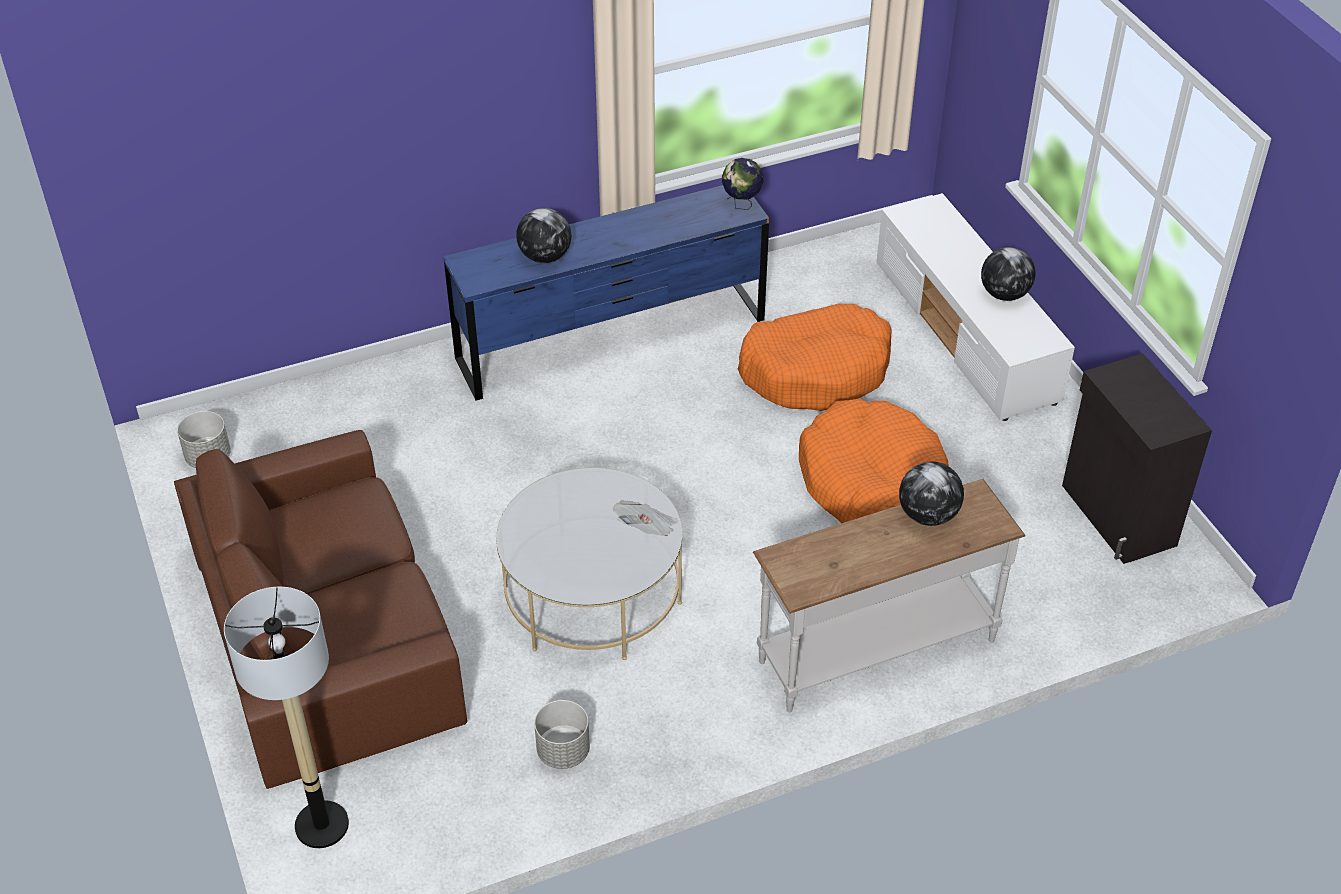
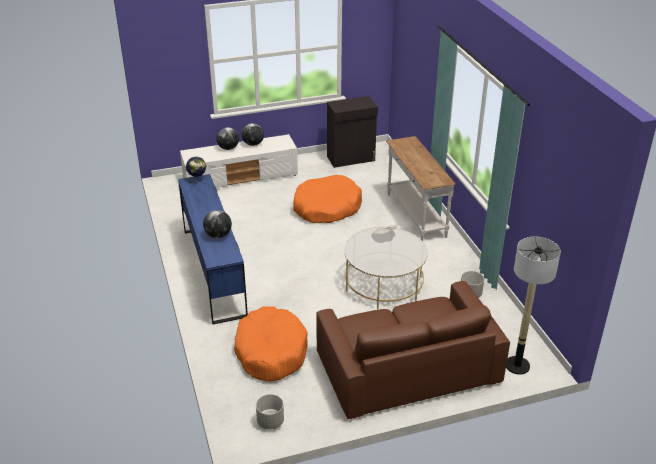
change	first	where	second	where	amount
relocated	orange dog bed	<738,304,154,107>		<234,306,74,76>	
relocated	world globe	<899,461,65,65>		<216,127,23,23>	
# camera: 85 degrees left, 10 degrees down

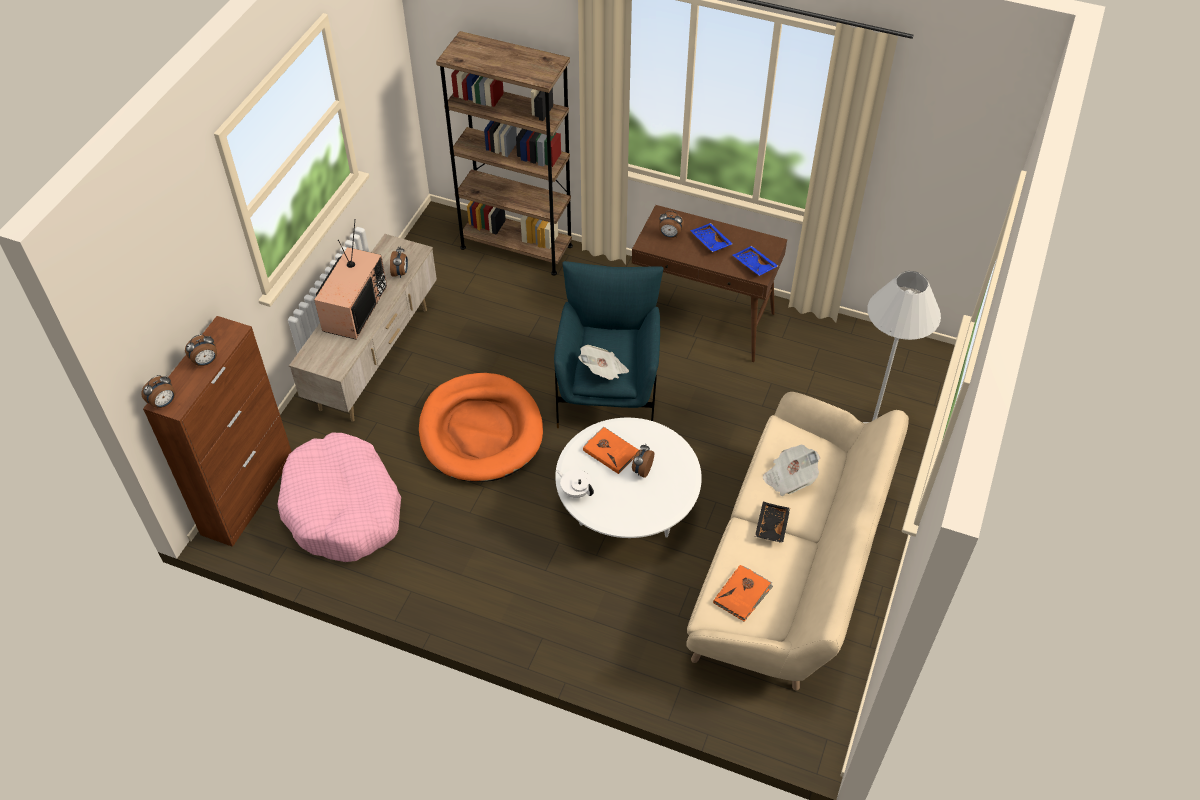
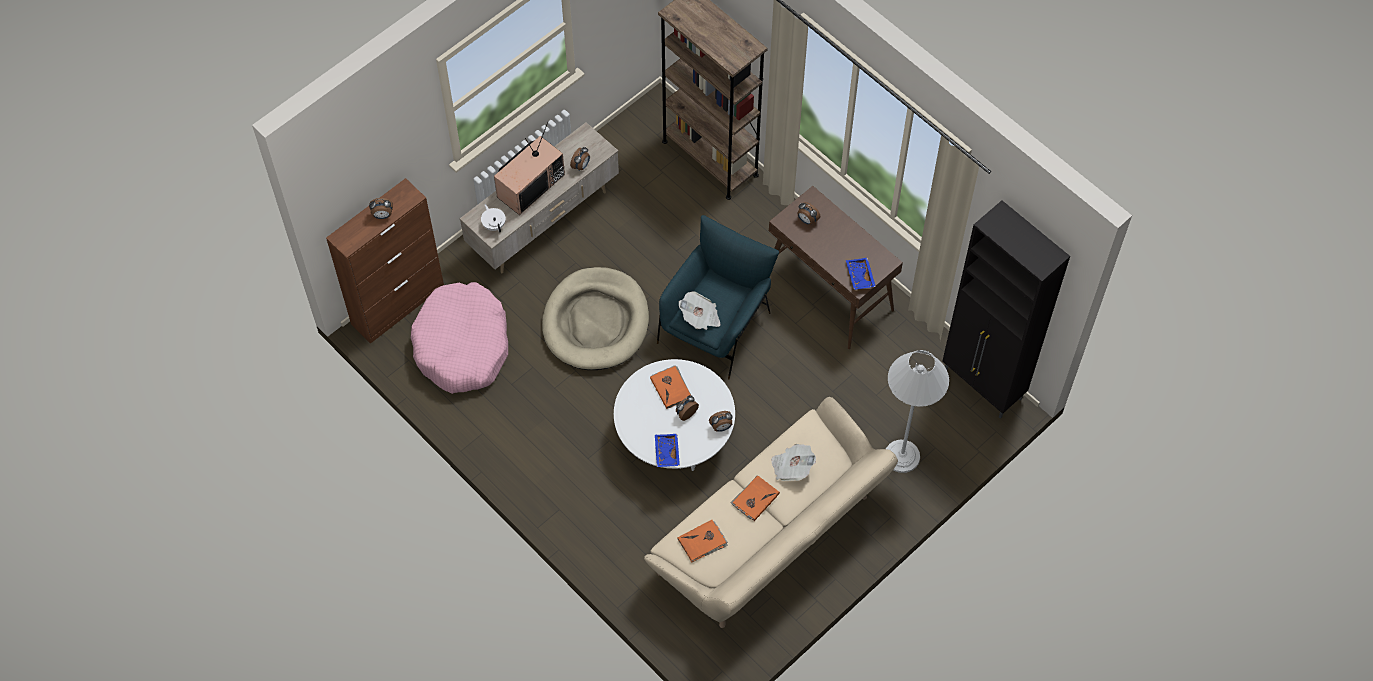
change	first	where	second	where	amount
relocated	alarm clock	<141,375,34,34>		<709,411,24,21>	
colour	orange dog bed	<419,373,124,109>	beige dog bed	<542,267,107,103>	
relocated	white-coloured pot for tea	<557,470,37,28>		<481,204,25,29>	
relocated	blue carrying tray	<690,223,43,29>		<655,434,25,33>	
exchanged	blackish carrying tray	<755,502,35,41>	orange bound book	<730,475,50,46>	
appeared			blackish cupboard	<942,200,128,219>	
# camera: 25 degrees right, 10 degrees up

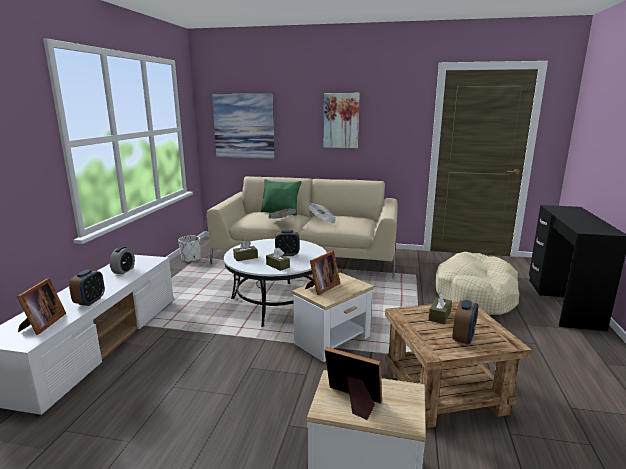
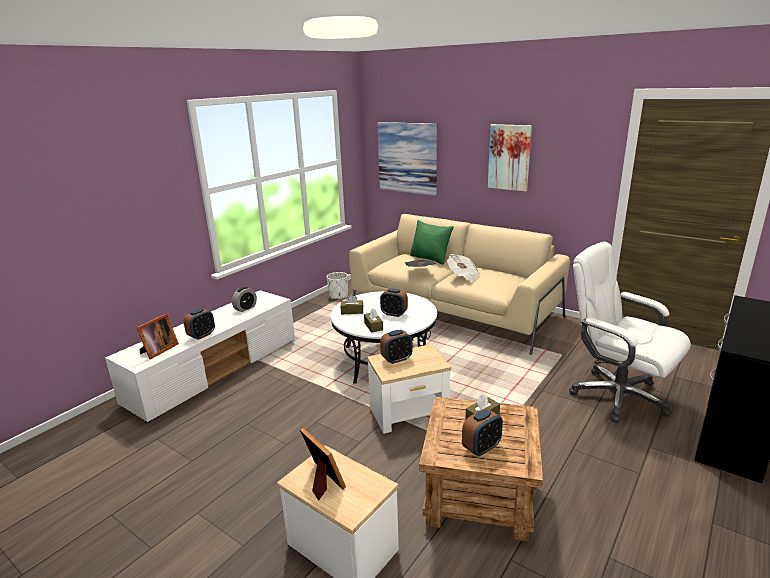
change	first	where	second	where	amount
exchanged	photo frame	<305,251,35,44>	alarm clock	<380,330,32,34>	
exchanged	beige dog bed	<435,252,84,63>	white-coloured office chair	<569,242,122,181>	
# camera: 25 degrees right, 5 degrees up

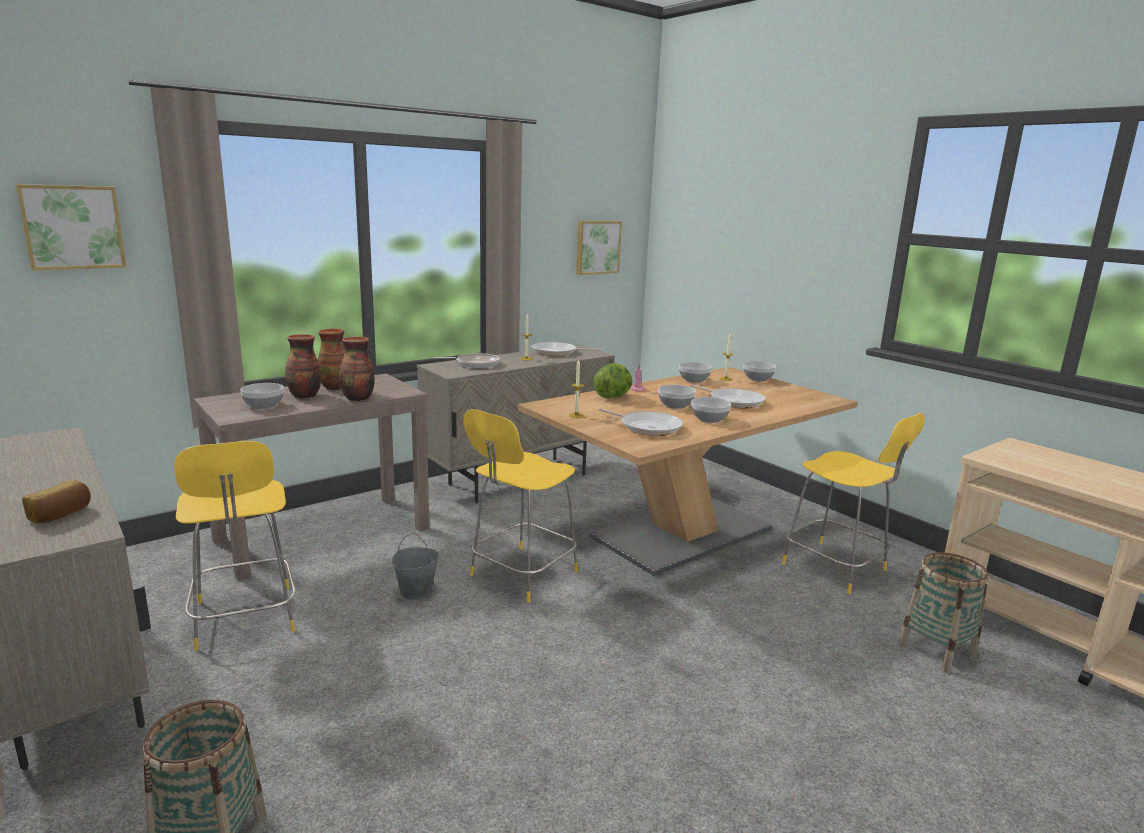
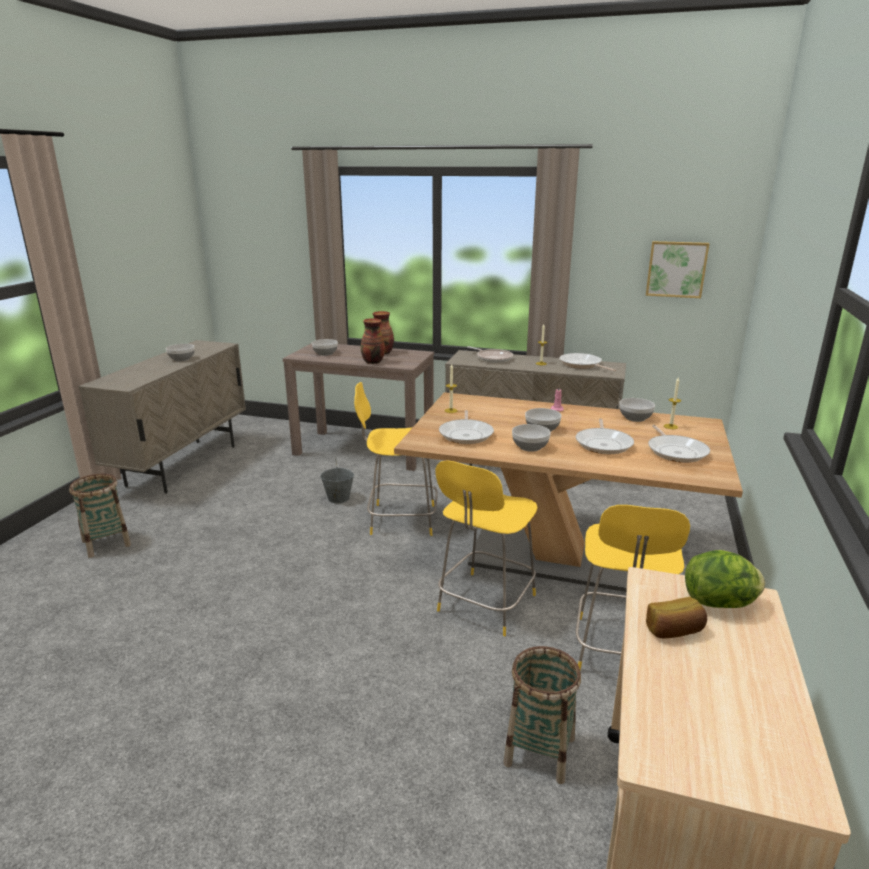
change	first	where	second	where	amount
missing	wall picture	<16,184,110,86>			
relocated	bakery bread	<22,480,69,43>		<646,597,61,41>	
relocated	yellowish chair	<174,441,122,209>		<435,460,103,176>	
missing	vase	<285,334,36,65>			
relocated	lettuce	<593,363,39,35>		<685,550,80,58>	
relocated	deep dish	<743,361,33,20>		<166,344,29,17>	
appeared			frying pan	<648,425,62,38>	
# camera: 55 degrees right, 5 degrees up

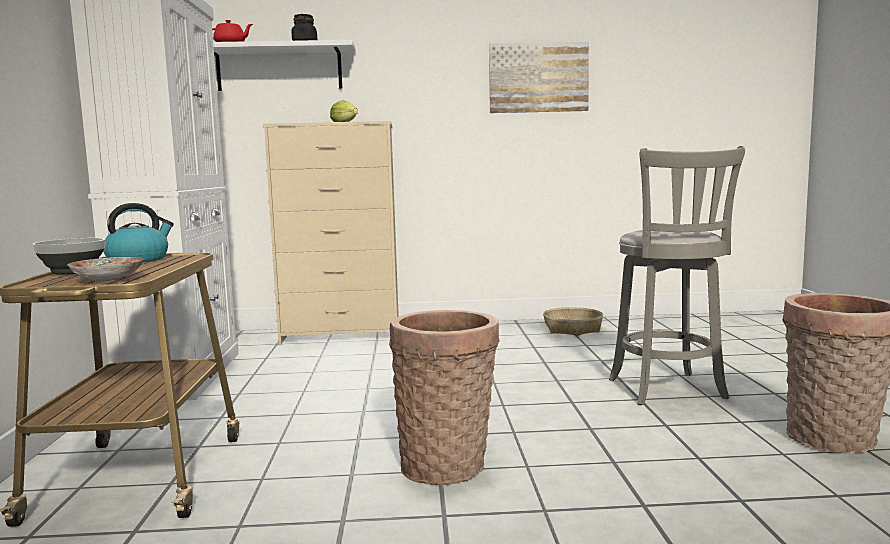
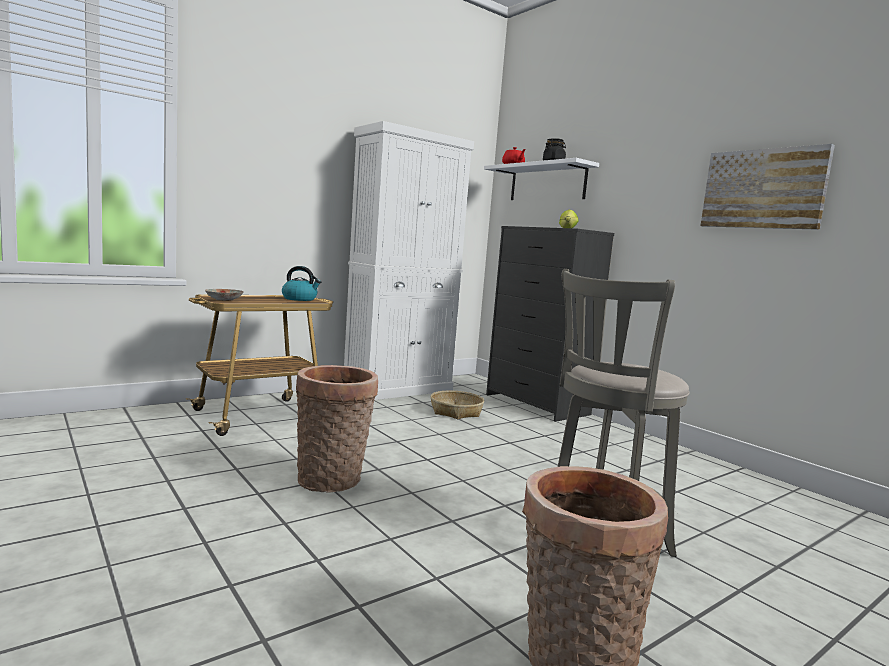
change	first	where	second	where	amount
missing	deep dish	<32,238,73,37>			
colour	beige drawer chest	<263,121,136,223>	blackish drawer chest	<486,226,128,196>	
relocated	basket	<543,307,60,29>		<431,391,53,28>	
# camera: 55 degrees right, 0 degrees up

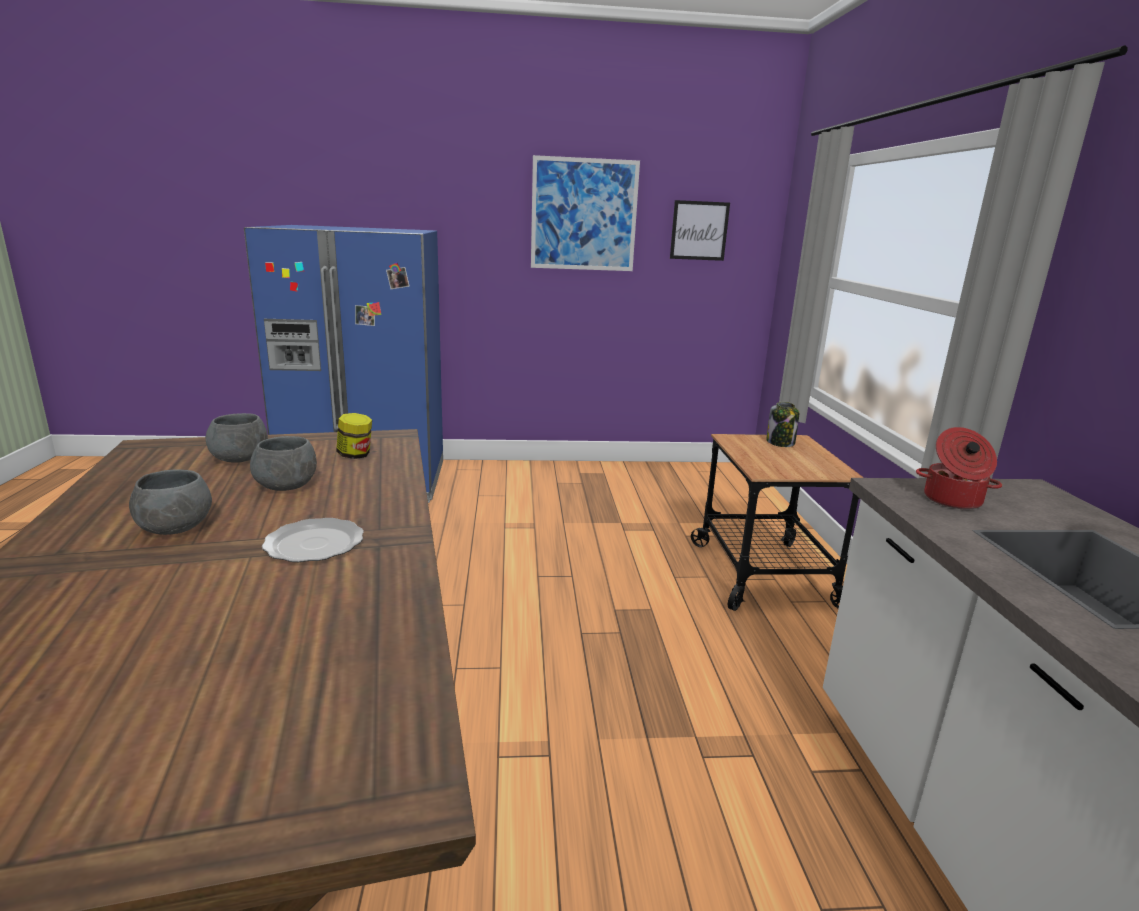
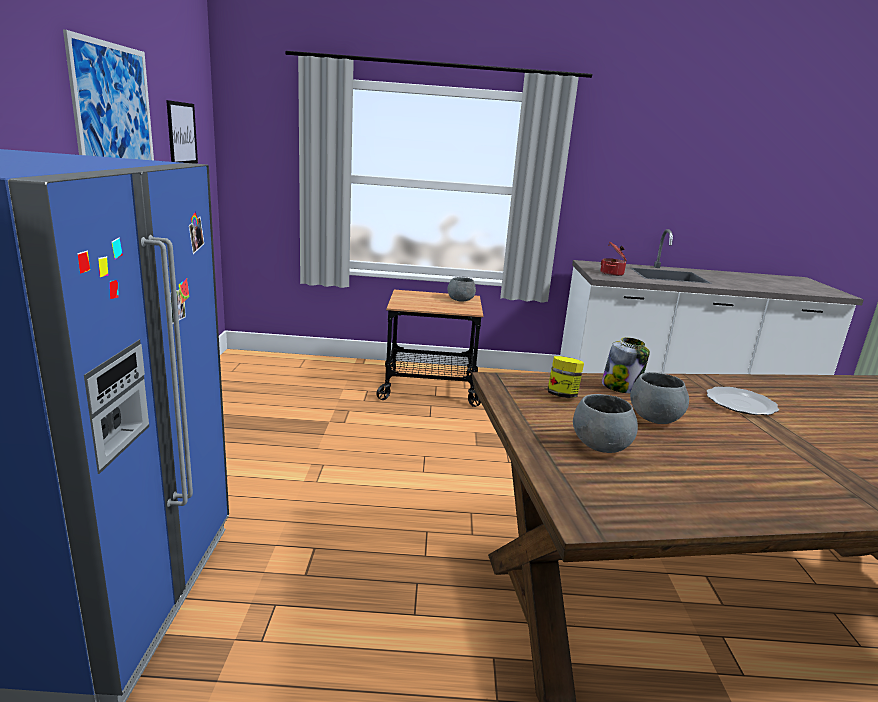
change	first	where	second	where	amount
relocated	grey deep dish	<129,469,83,66>		<448,277,28,25>	
relocated	jar	<766,402,33,45>		<602,337,48,56>	
# camera: 85 degrees left, 0 degrees up

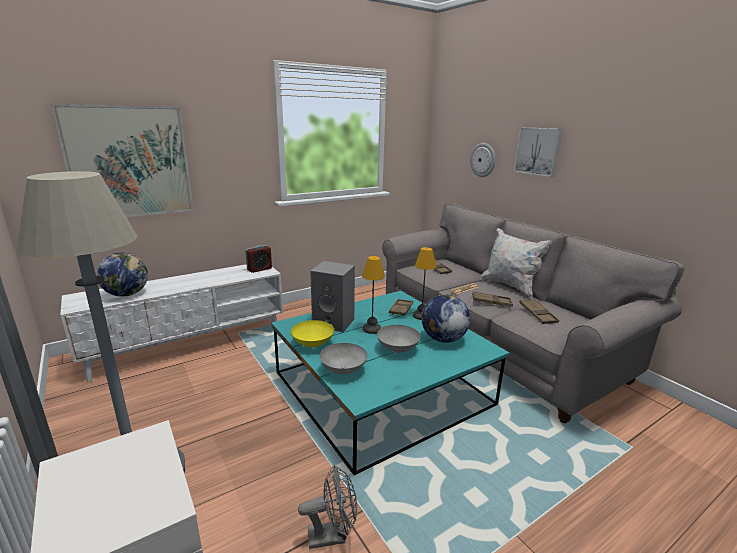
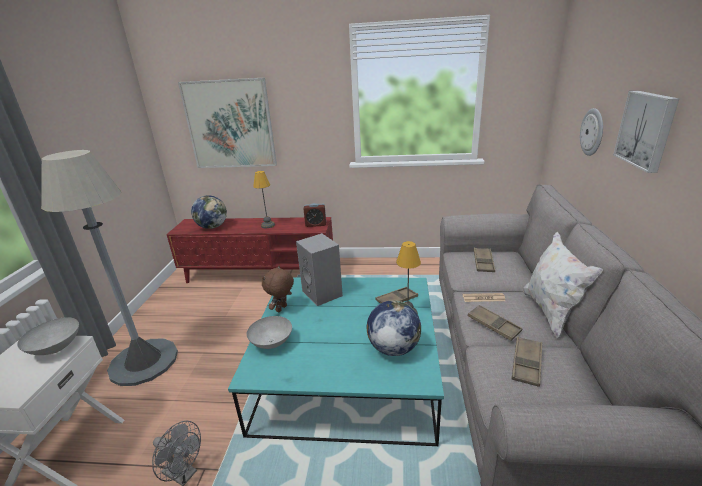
change	first	where	second	where	amount
colour	white-coloured tv unit	<60,264,223,118>	red tv unit	<166,217,167,66>	
exchanged	yellowish deep dish	<291,320,43,28>	brownish plush toy	<262,265,32,47>	
relocated	lamp for a table	<362,256,23,78>		<253,171,22,57>	
relocated	grey deep dish	<377,325,44,28>		<17,317,62,38>	
# camera: 40 degrees right, 5 degrees up

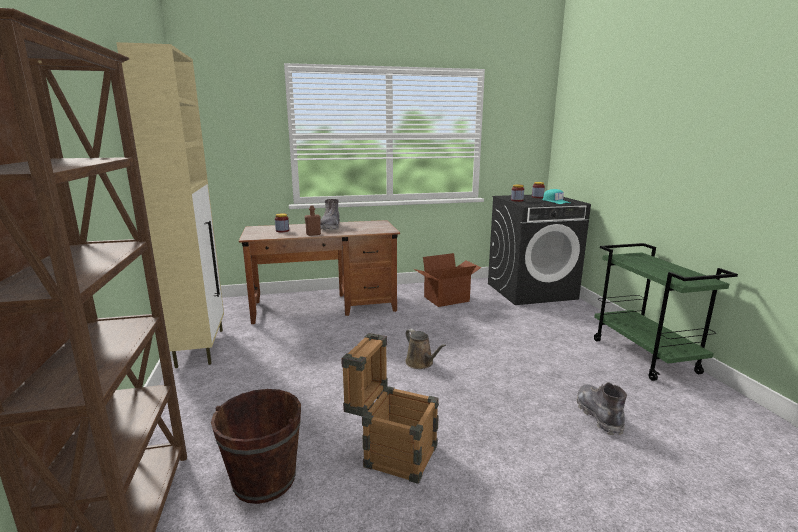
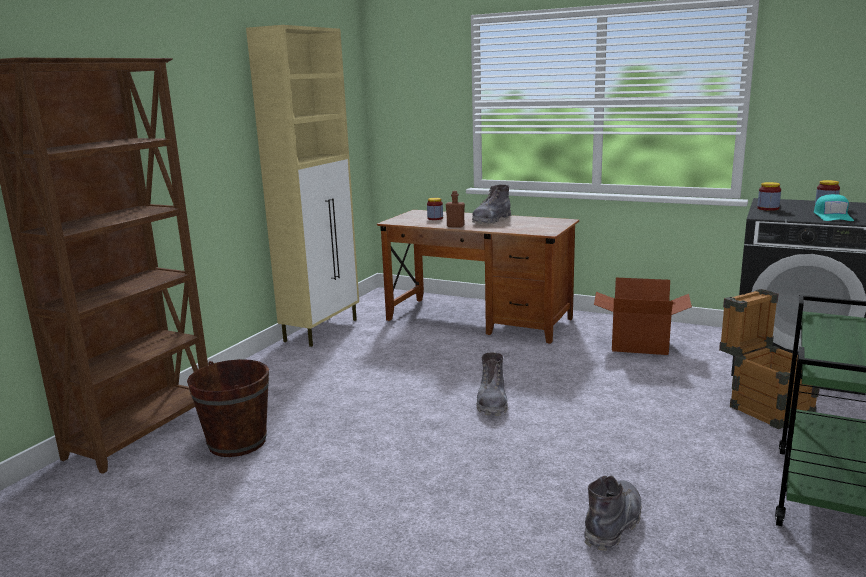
change	first	where	second	where	amount
relocated	packing crate	<341,333,98,151>		<719,289,101,140>	
exchanged	brownish watering pot	<405,329,41,40>	grey high-top boot	<476,352,32,64>	
# camera: 40 degrees right, 0 degrees up

